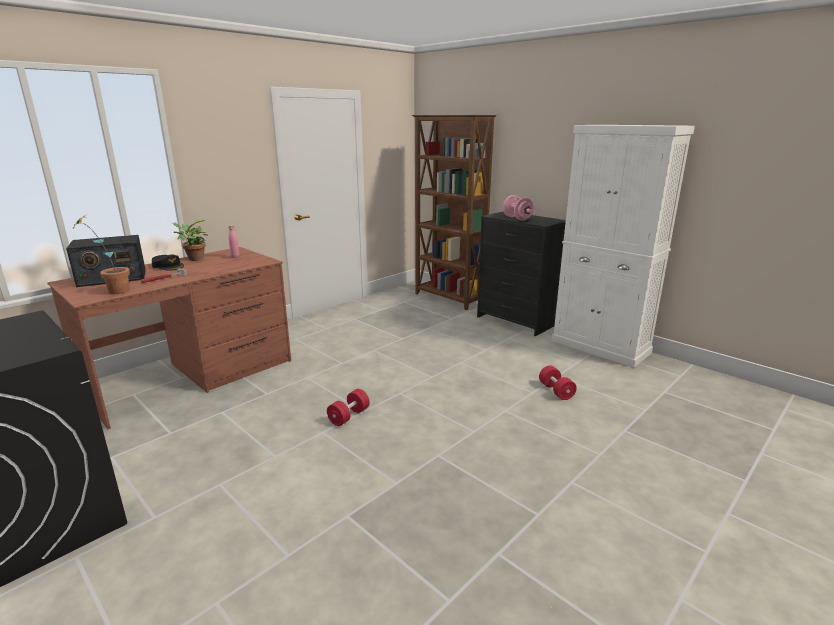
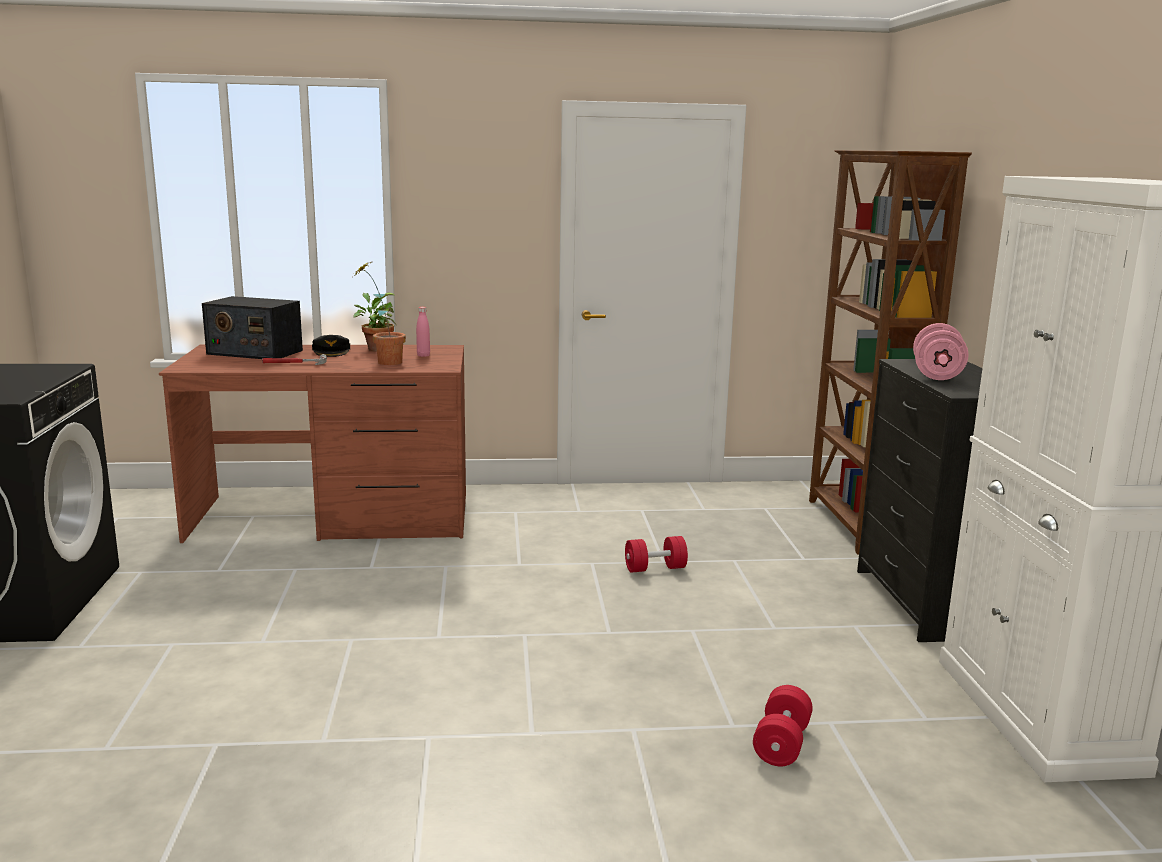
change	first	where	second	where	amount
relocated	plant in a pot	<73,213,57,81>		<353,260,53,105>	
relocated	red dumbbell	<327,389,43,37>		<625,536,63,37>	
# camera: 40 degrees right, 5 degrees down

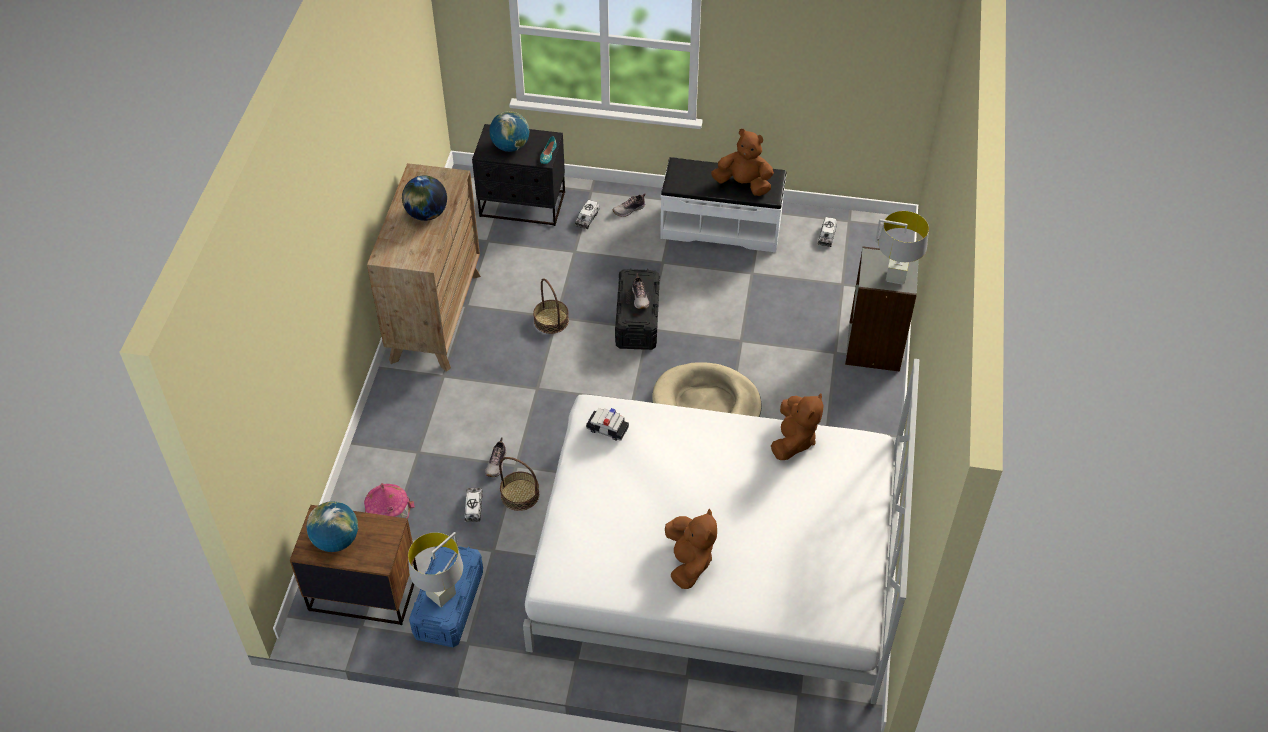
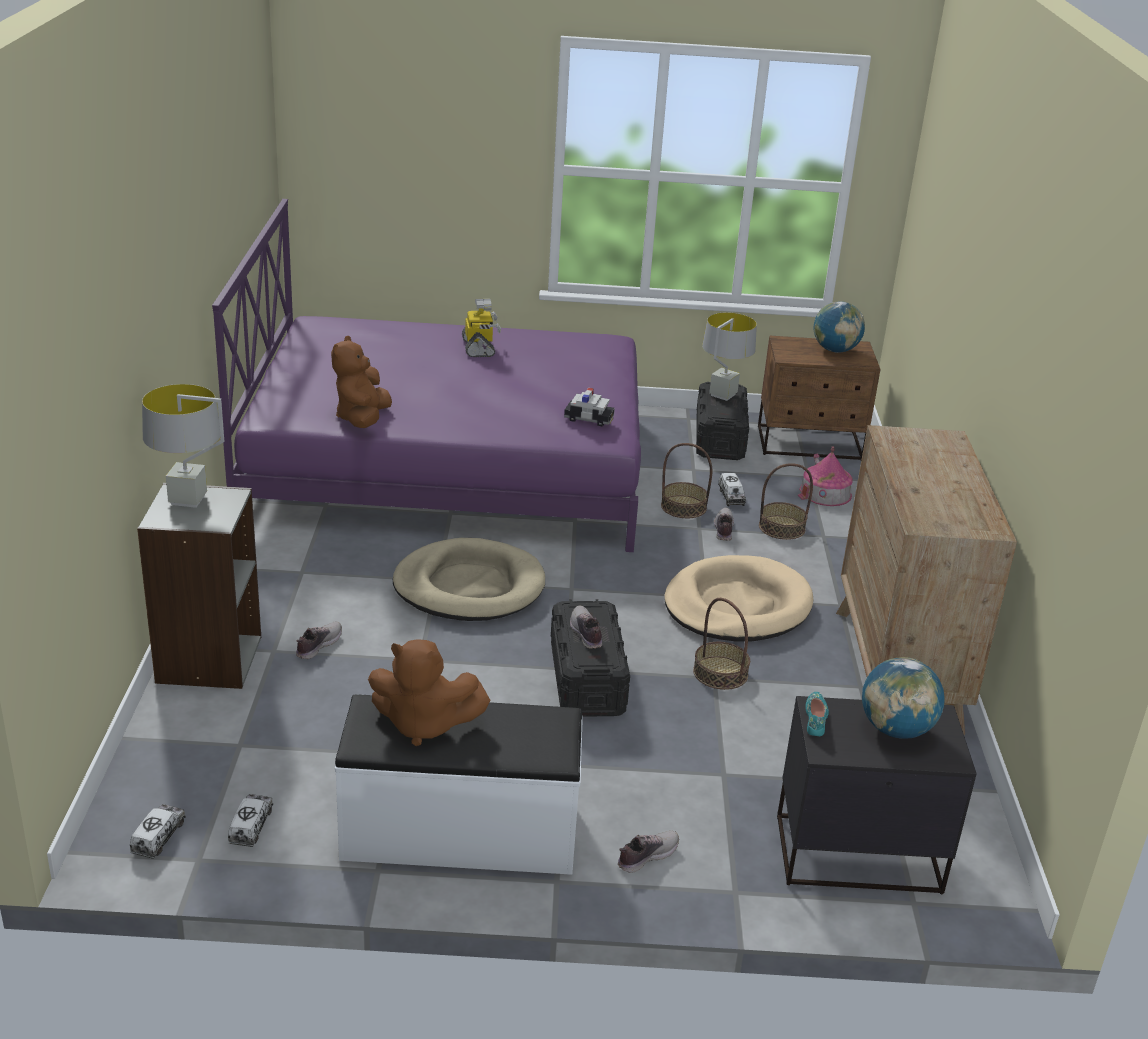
change	first	where	second	where	amount
missing	world globe	<402,175,45,46>			
colour	blue storage box	<409,546,74,101>	blackish storage box	<696,382,53,78>	
colour	white-coloured bedroom bed	<523,359,396,346>	purple-coloured bedroom bed	<212,199,429,353>	
relocated	toy lorry	<575,200,25,29>		<130,804,56,55>	
exchanged	brownish plush toy	<665,508,52,81>	model robot	<462,299,39,58>	
appeared			shoe	<296,621,46,38>	
appeared			beige dog bed	<664,555,150,87>	
appeared			basket	<759,463,54,77>	
# camera: 170 degrees right, 20 degrees down

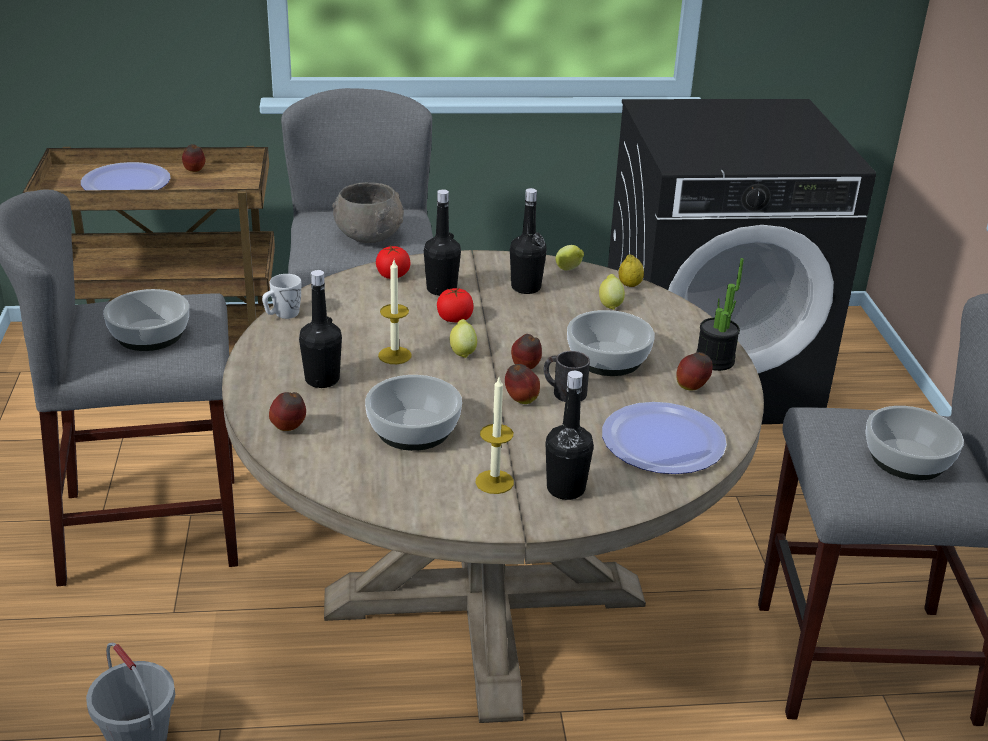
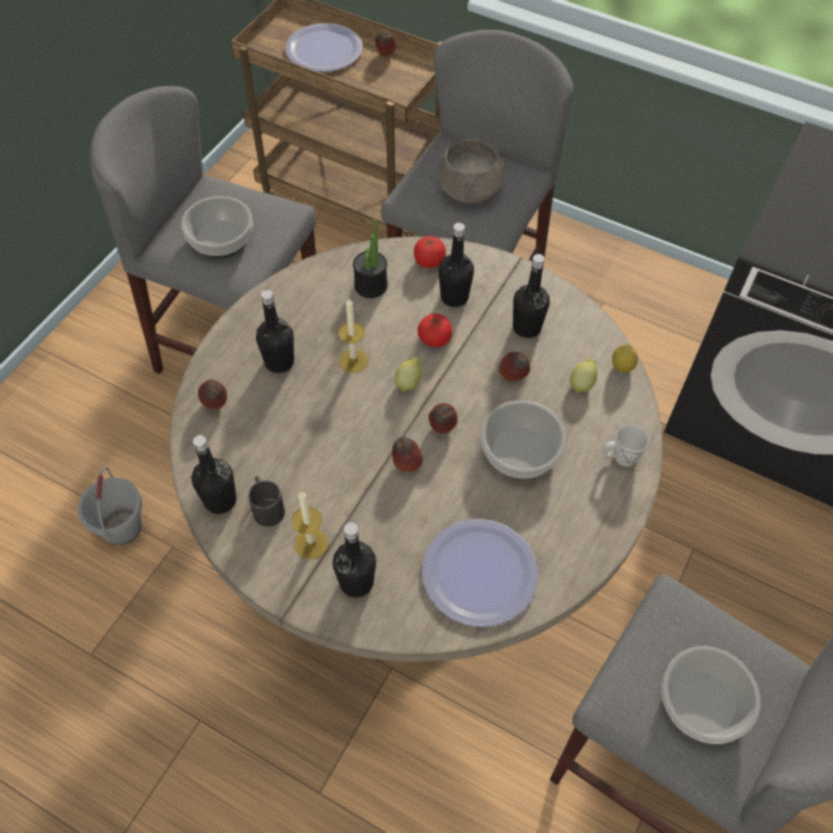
change	first	where	second	where	amount
relocated	white-coloured tea mug	<262,274,39,45>		<603,425,46,42>	
missing	deep dish	<365,375,97,76>			
relocated	blackish tea mug	<544,351,46,51>		<248,476,37,51>	
missing	lemon	<556,245,28,26>			
relocated	whole apple	<676,352,37,38>		<499,352,31,29>	
relocated	plant in a pot	<697,258,47,113>		<353,219,35,79>	
appeared			blackish beverage bottle	<191,435,46,79>	
# camera: 35 degrees right, 25 degrees up

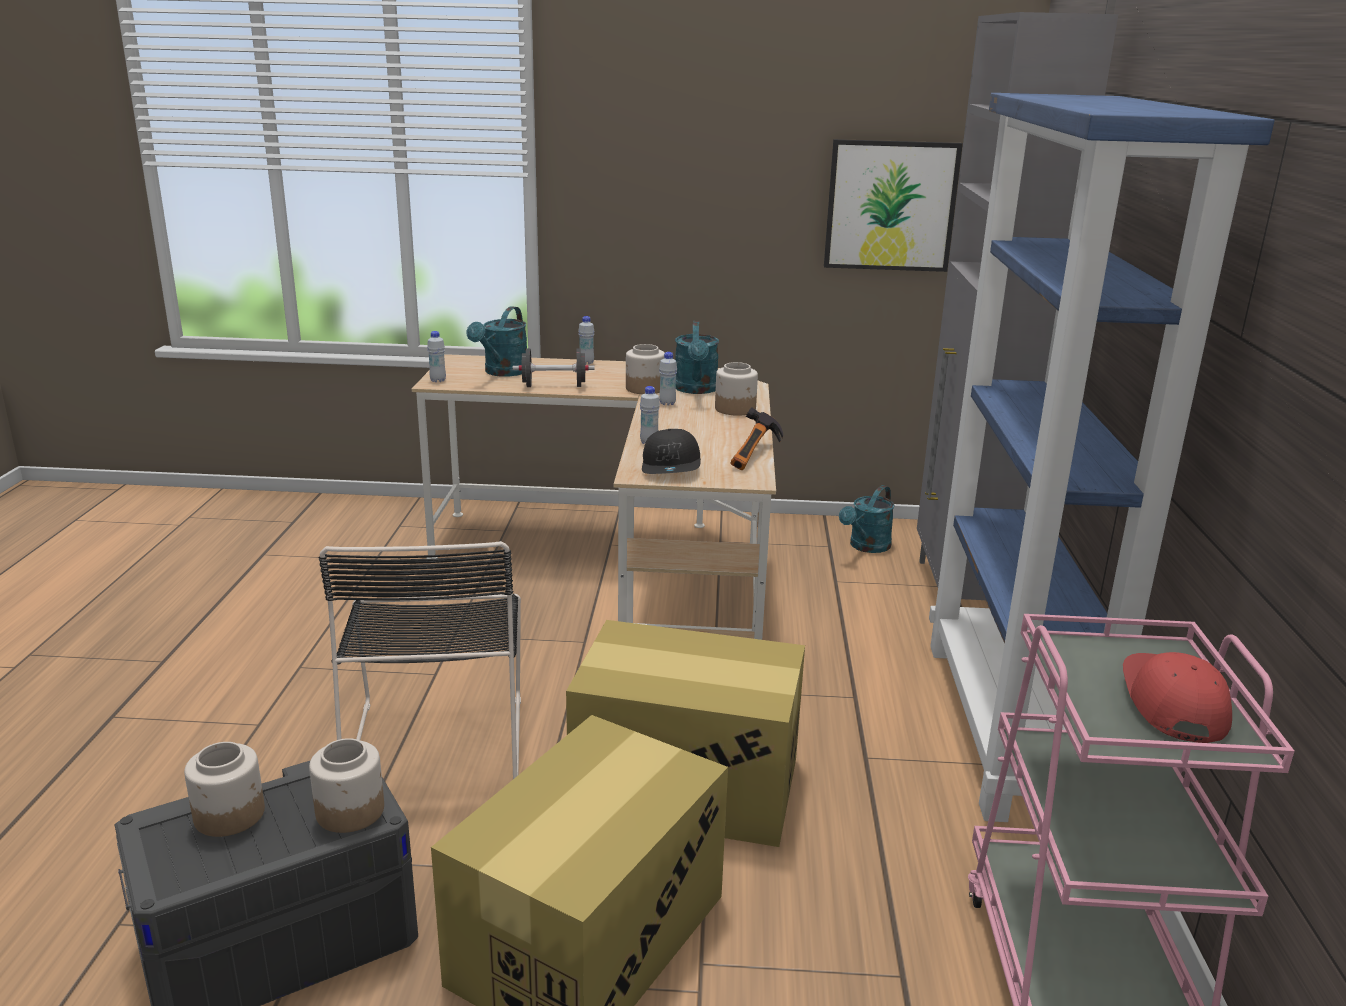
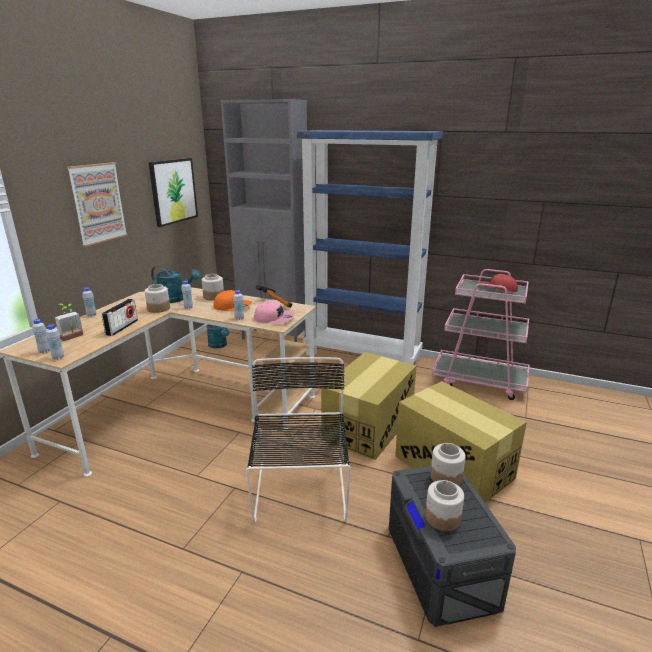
change	first	where	second	where	amount
spun	blackish chair	<319,541,202,238>		<246,357,105,167>	105 degrees counterclockwise
exchanged	turquoise watering pot	<467,306,60,70>	plant in a pot	<55,304,29,37>	
exchanged	blackish dumbbell	<513,348,82,39>	radio	<101,299,37,37>	
colour	blackish baseball cap	<642,429,59,45>	pink baseball cap	<254,301,41,23>	
appeared			white-coloured beverage bottle	<32,319,18,34>	
appeared			wall picture	<67,162,61,85>	
appeared			orange baseball cap	<214,290,38,21>	
# camera: 70 degrees left, 0 degrees up

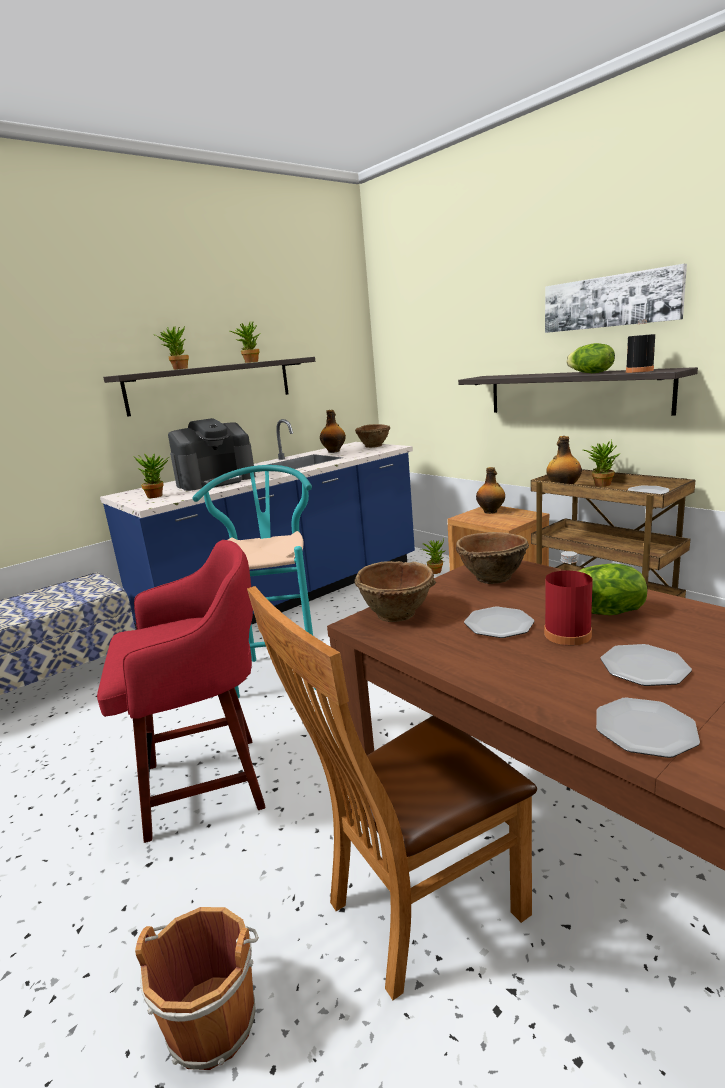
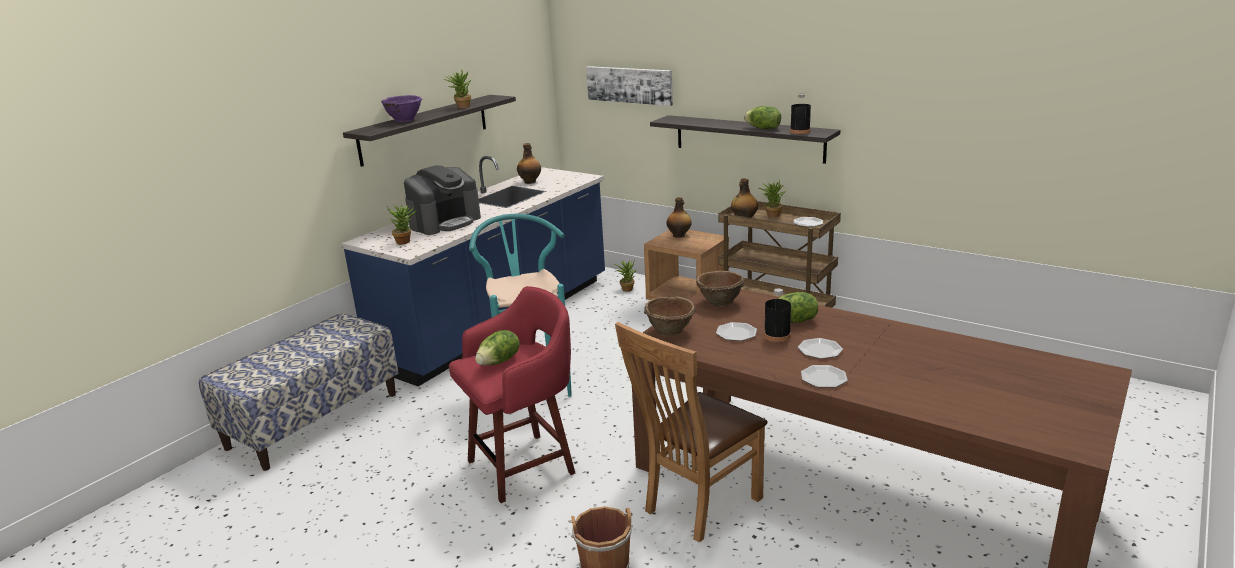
change	first	where	second	where	amount
exchanged	plant in a pot	<153,326,36,44>	purple-coloured deep dish	<381,95,41,27>	
missing	brownish deep dish	<355,424,35,24>			
colour	red beverage bottle	<544,551,49,94>	blackish beverage bottle	<764,288,27,54>	
relocated	wall picture	<545,264,142,69>		<586,66,87,40>	
appeared			lettuce	<475,330,45,35>	
# camera: 15 degrees left, 5 degrees up

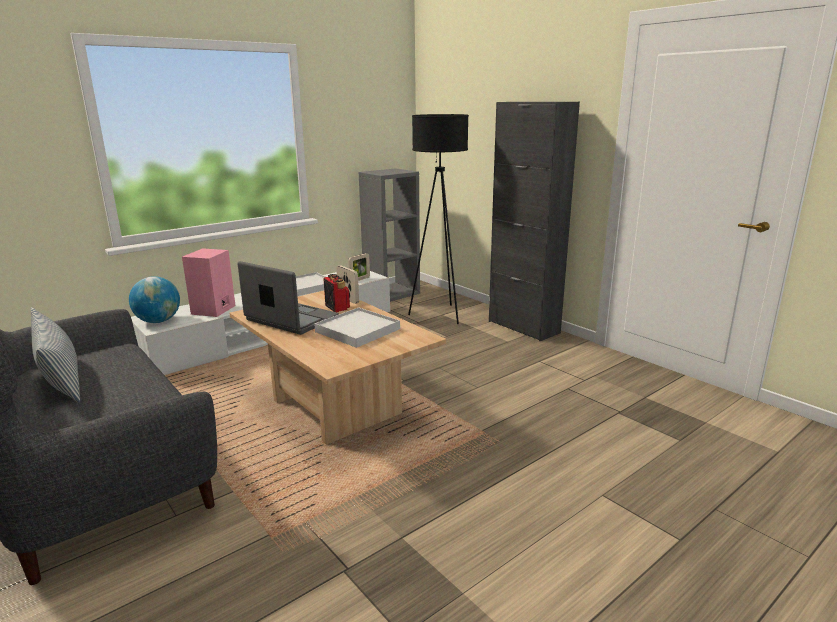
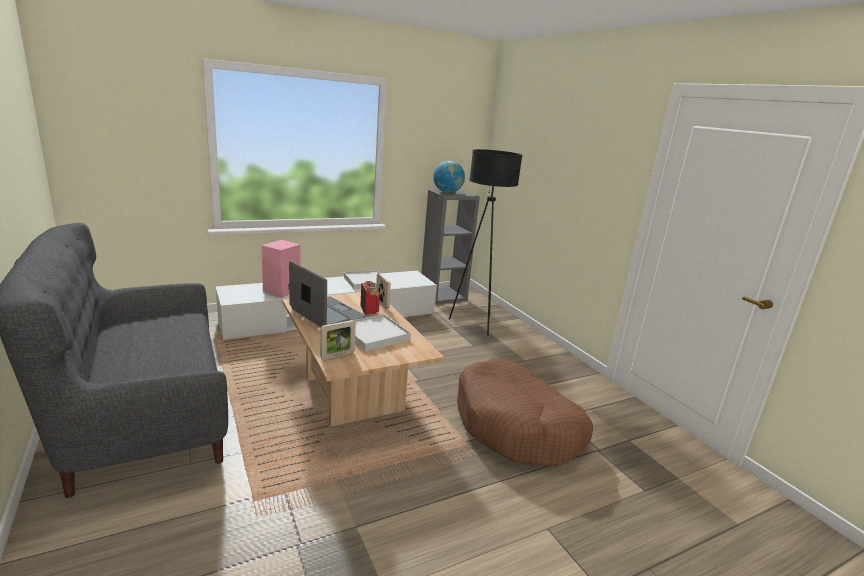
change	first	where	second	where	amount
missing	throw pillow	<30,307,50,96>			
relocated	world globe	<129,276,51,47>		<433,161,32,32>	
relocated	photo frame	<348,253,22,28>		<320,320,36,40>	
missing	blackish cupboard	<489,102,91,239>			
appeared			brownish dog bed	<457,359,136,108>	
# camera: 10 degrees right, 0 degrees up

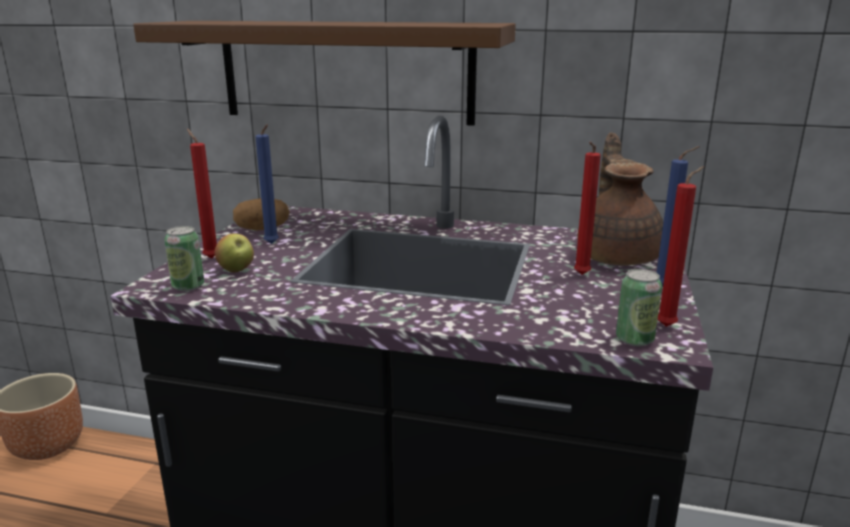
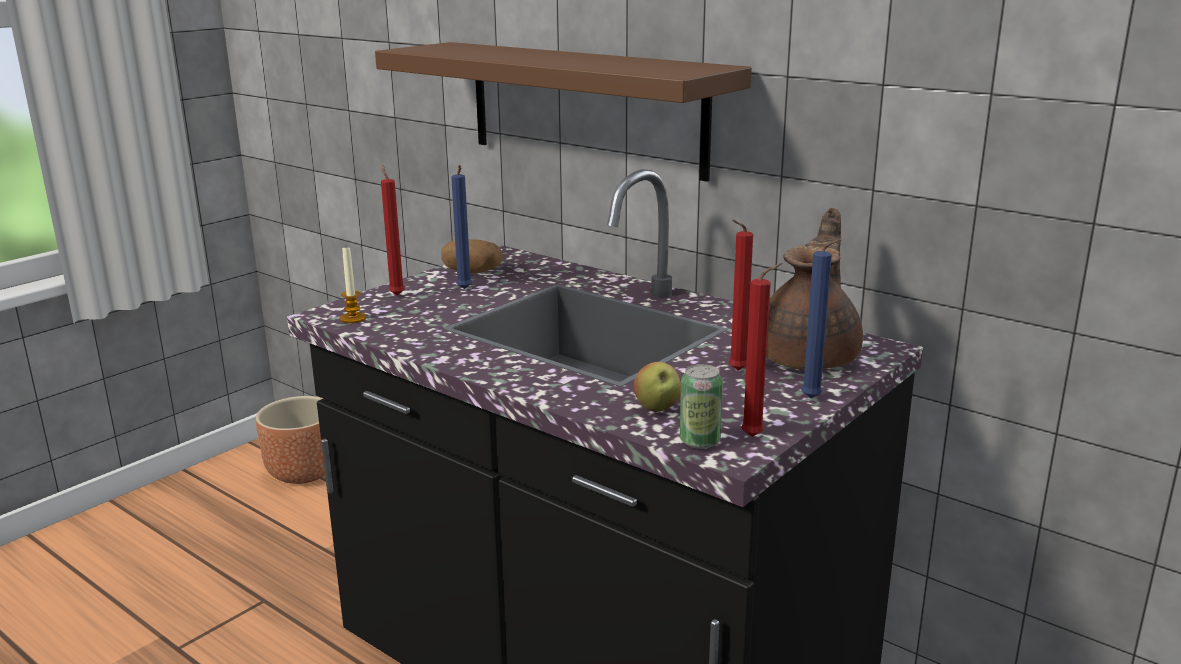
change	first	where	second	where	amount
exchanged	metal can	<164,226,40,65>	wax light	<340,248,26,75>	
relocated	whole apple	<215,234,39,39>		<633,362,48,50>	
# camera: 25 degrees right, 0 degrees up

